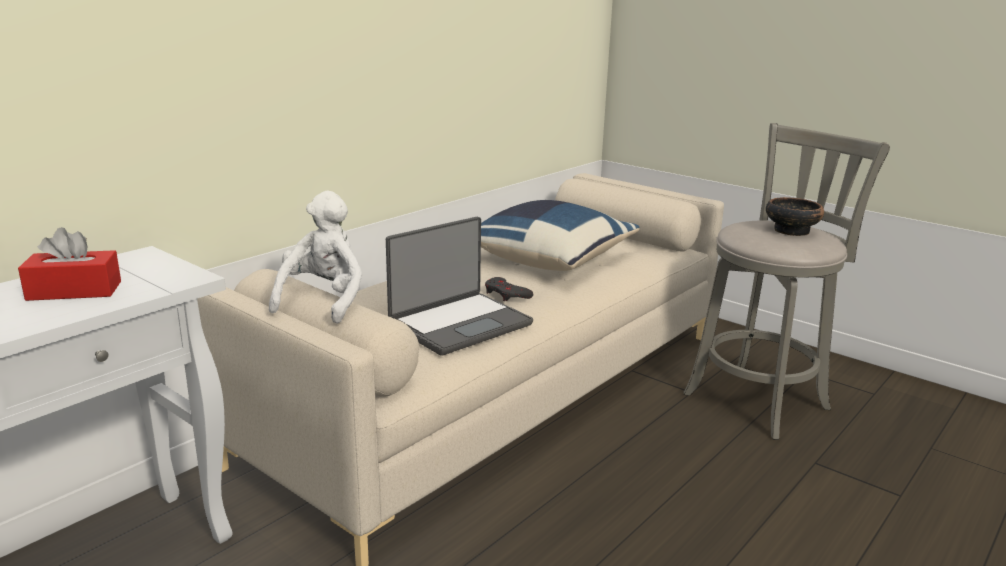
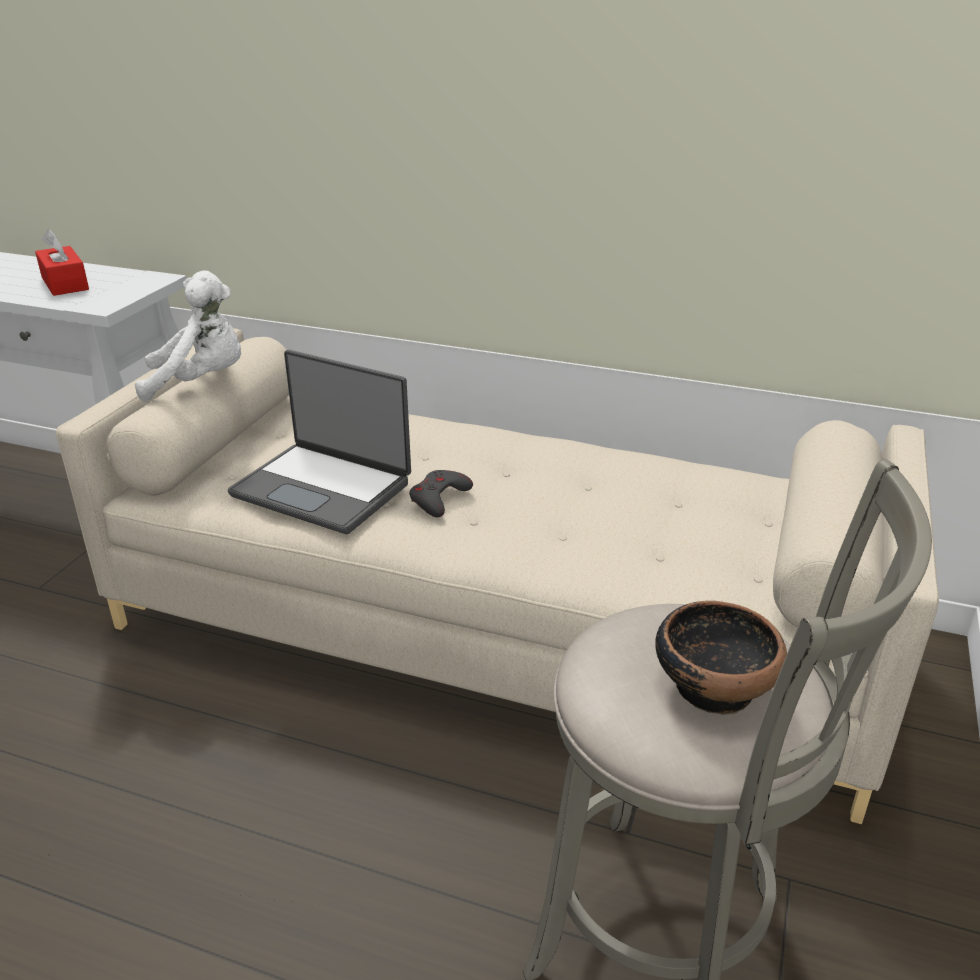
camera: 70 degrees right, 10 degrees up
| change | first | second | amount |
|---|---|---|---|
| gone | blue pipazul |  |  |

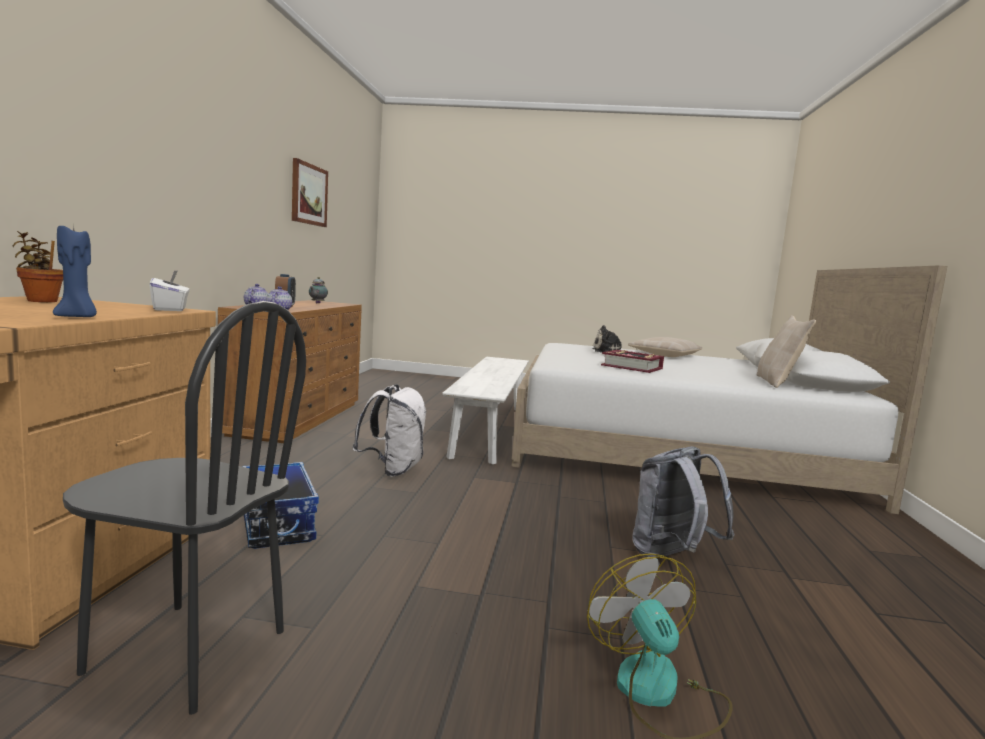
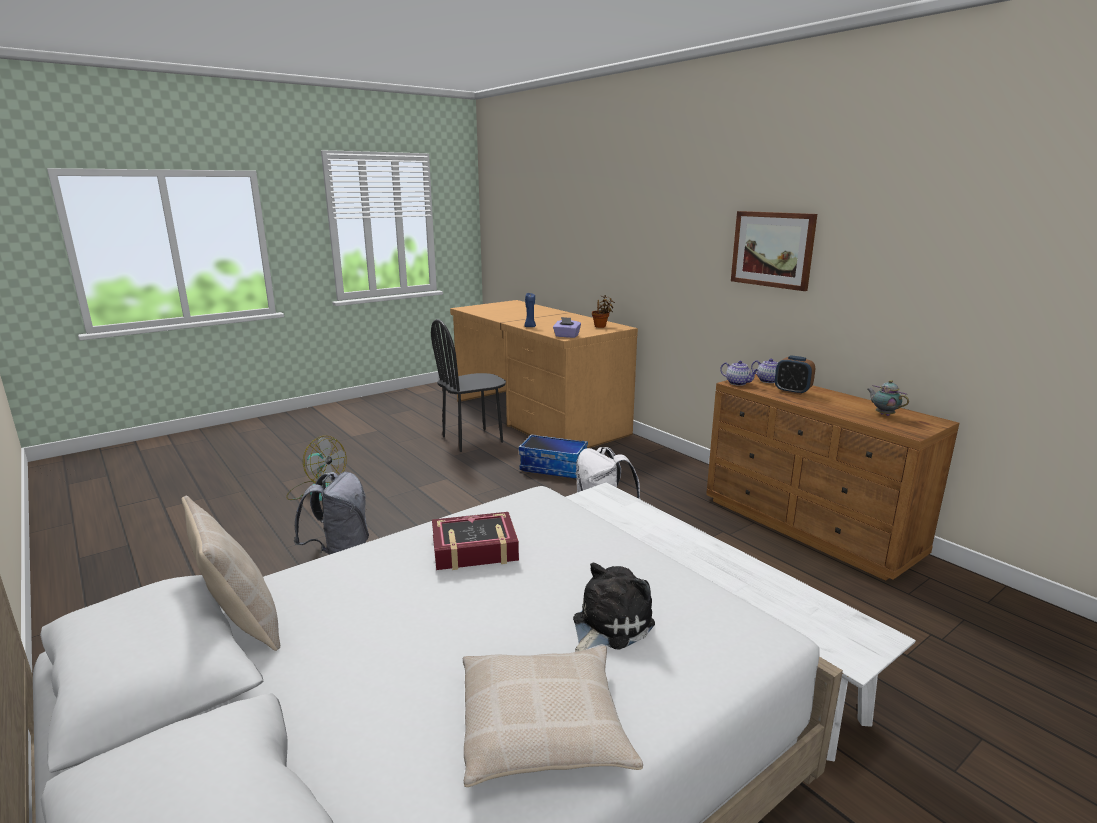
camera: 135 degrees right, 10 degrees up
| change | first | second | amount |
|---|---|---|---|
| repainted | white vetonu | purple vetonu |  |
| shifted | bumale |  |  |

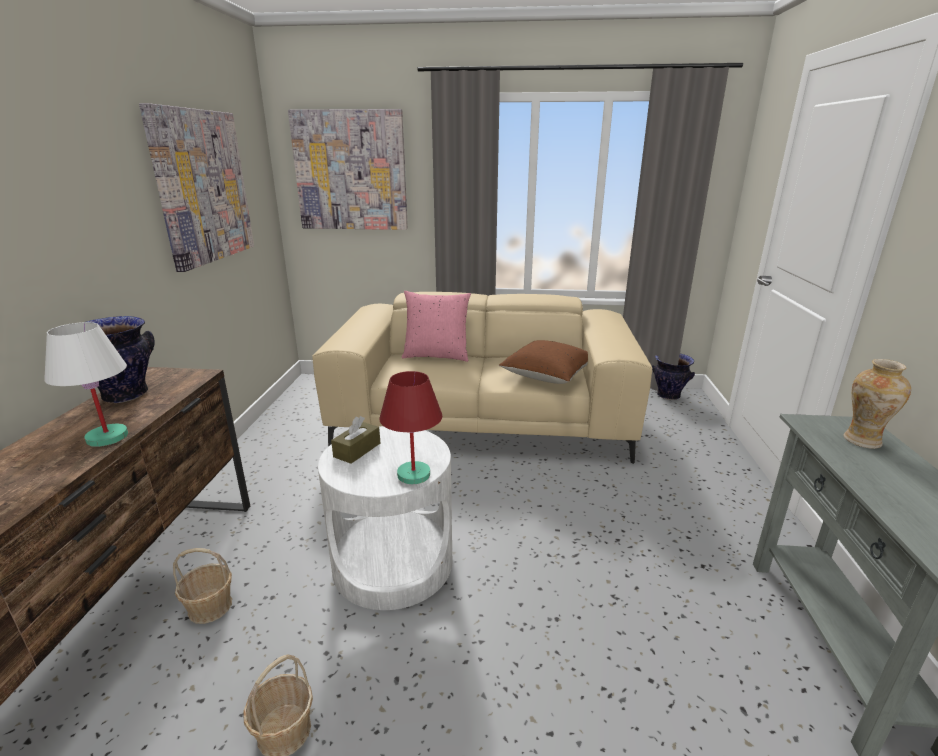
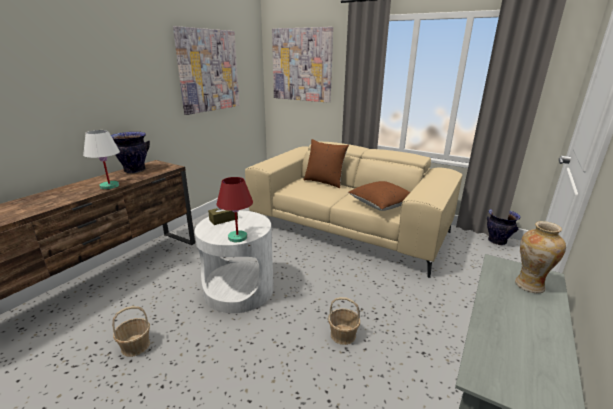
camera: 25 degrees right, 0 degrees up
| change | first | second | amount |
|---|---|---|---|
| repainted | pink pipazul | brown pipazul (no. 1 from left) |  |
| shifted | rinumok (no. 1 from left in the first image) | rinumok (no. 2 from left) |  |

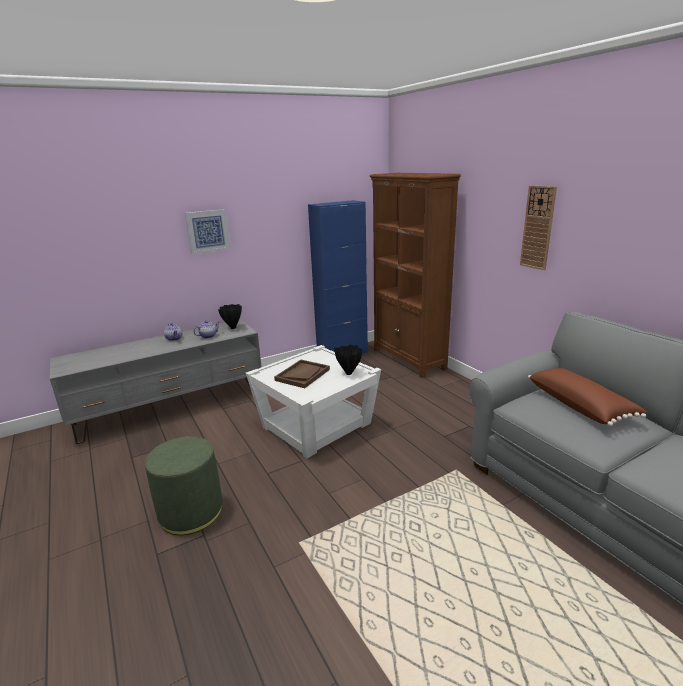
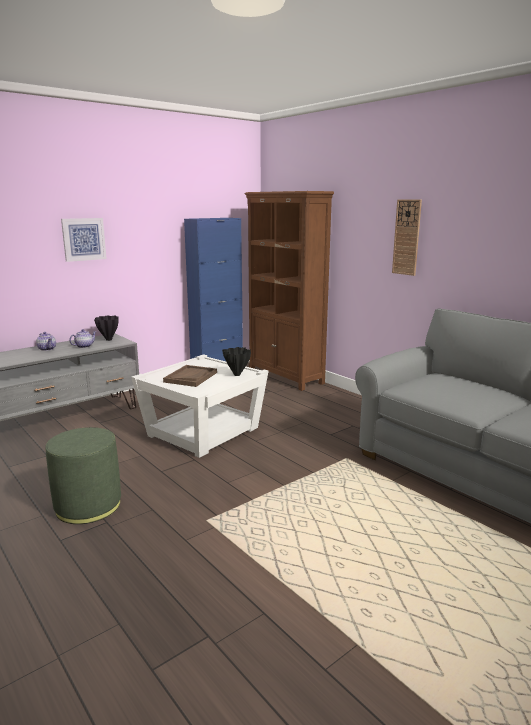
camera: 10 degrees left, 5 degrees down
| change | first | second | amount |
|---|---|---|---|
| gone | brown pipazul |  |  |

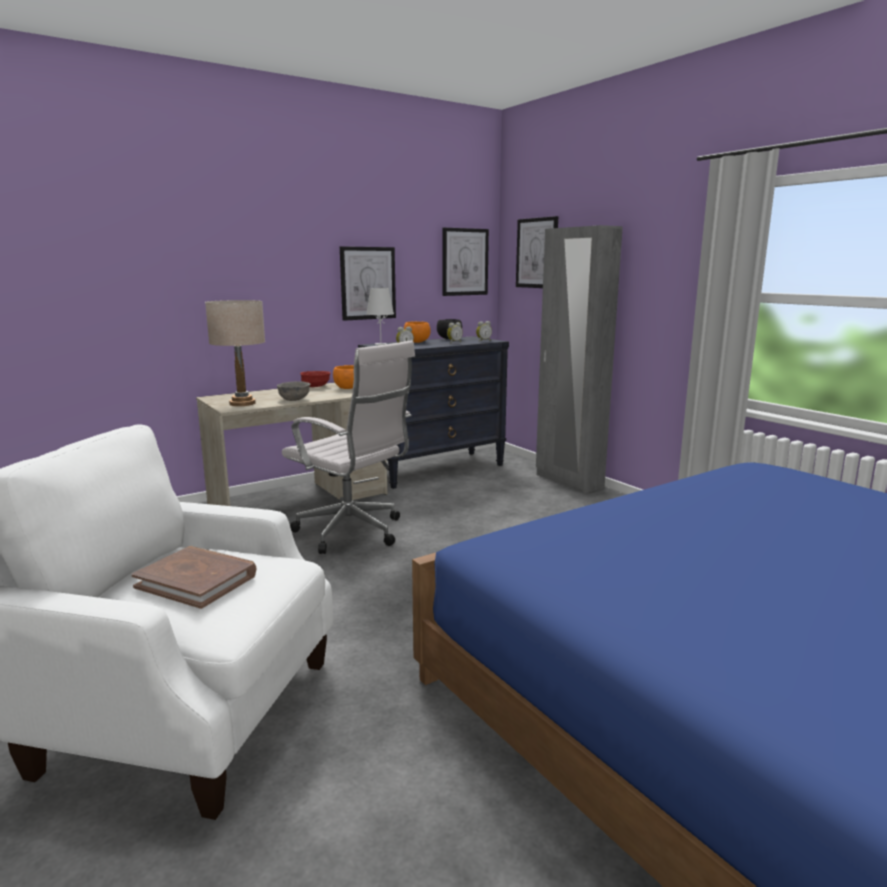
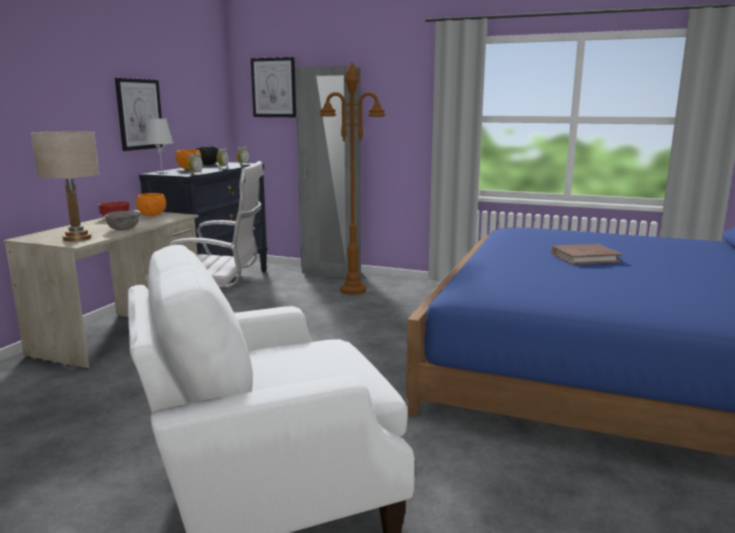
camera: 35 degrees left, 0 degrees up
| change | first | second | amount |
|---|---|---|---|
| new |  | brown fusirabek |  |
| shifted | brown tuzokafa |  |  |
| gone | bumale (no. 2 from left) |  |  |

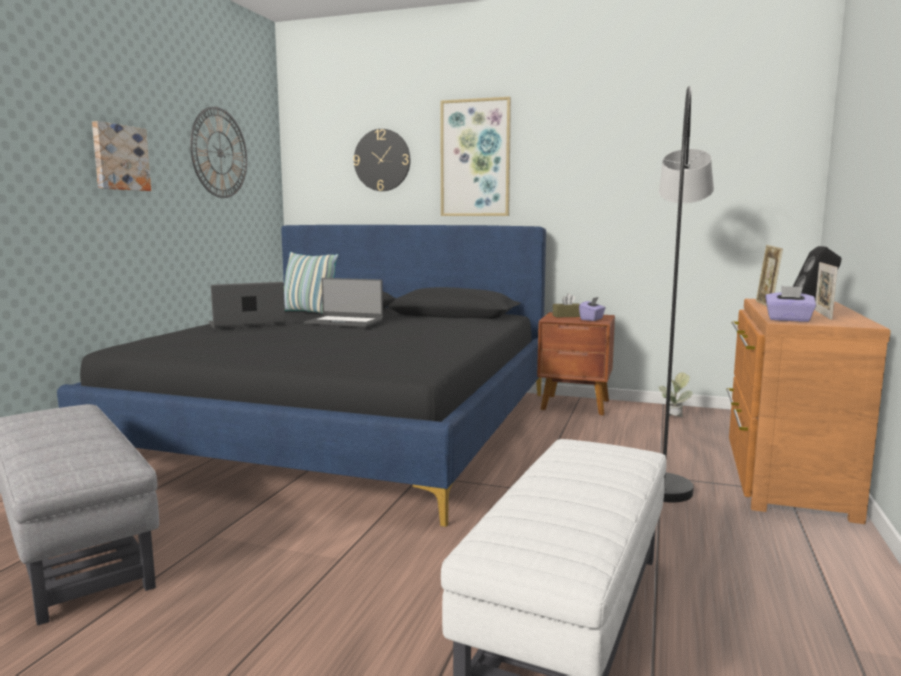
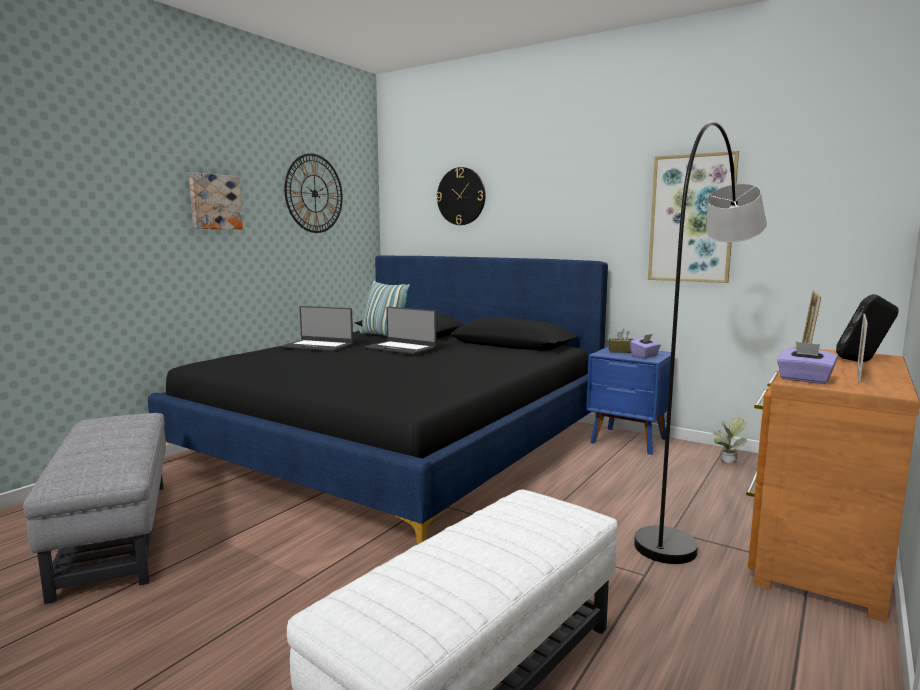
camera: 15 degrees right, 0 degrees up
| change | first | second | amount |
|---|---|---|---|
| rotated | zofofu (no. 1 from left) |  | 150 degrees counterclockwise |
| repainted | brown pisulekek | blue pisulekek |  |
| shifted | bumale (no. 2 from left) |  |  |

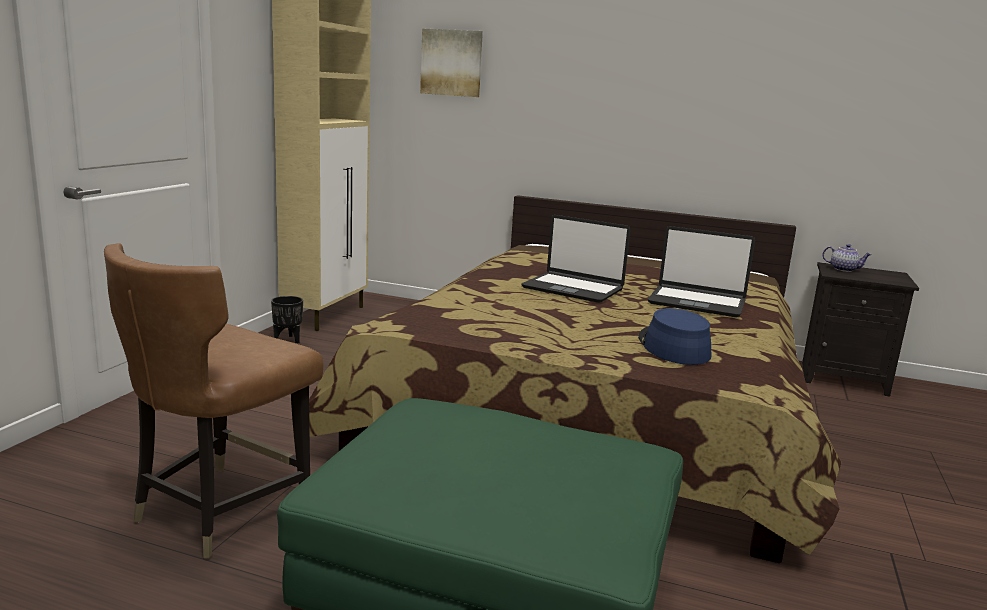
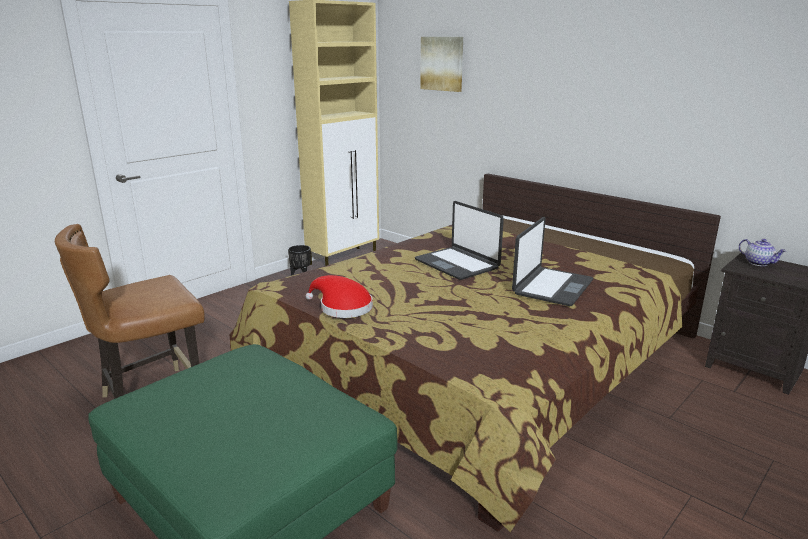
camera: 25 degrees right, 5 degrees up
| change | first | second | amount |
|---|---|---|---|
| new |  | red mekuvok |  |
| rotated | zofofu (no. 2 from left) |  | 105 degrees counterclockwise |
| gone | blue mekuvok |  |  |

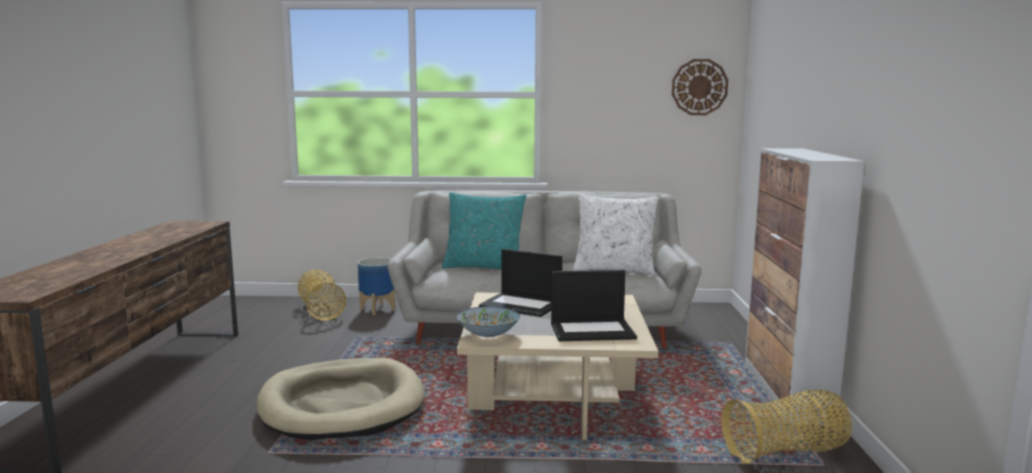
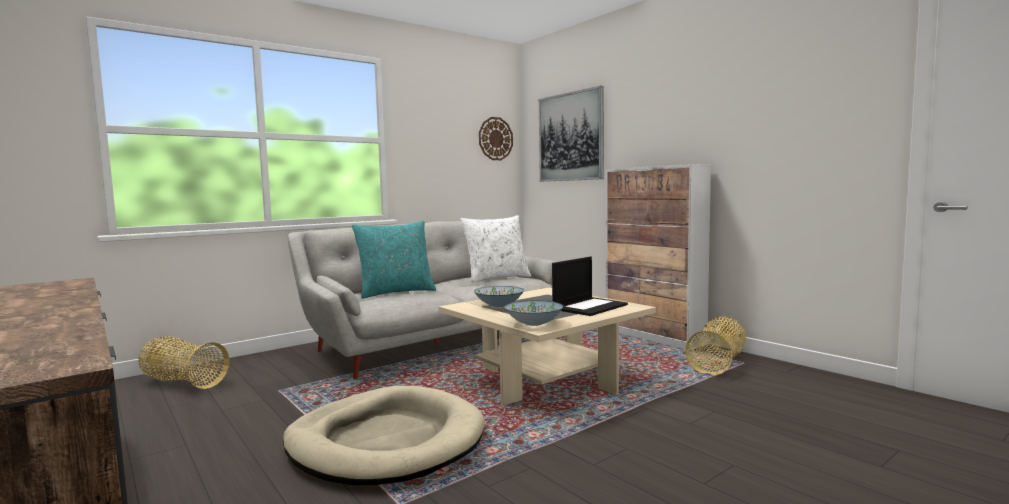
camera: 40 degrees left, 5 degrees down
| change | first | second | amount |
|---|---|---|---|
| swapped | zofofu (no. 1 from left) | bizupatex (no. 1 from left) |  |
| new |  | bumale |  |
| gone | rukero |  |  |

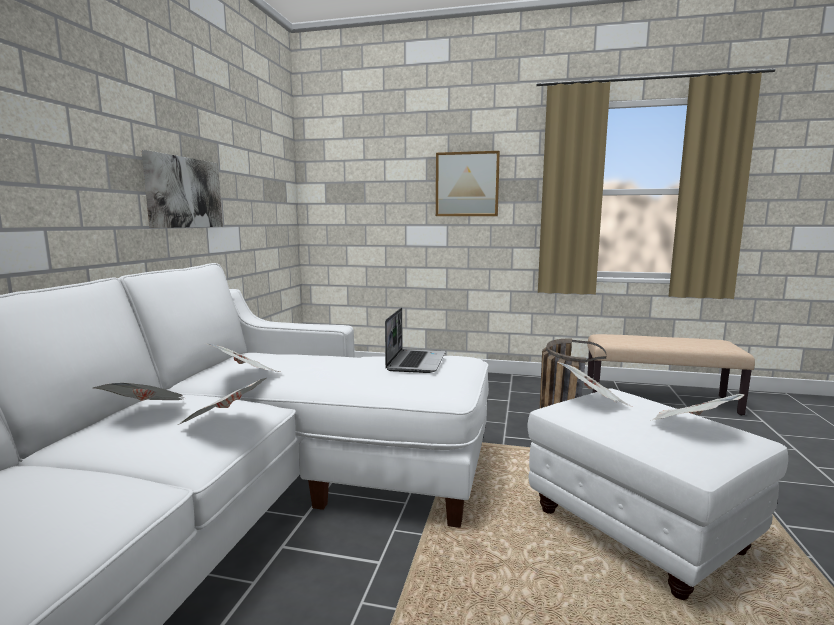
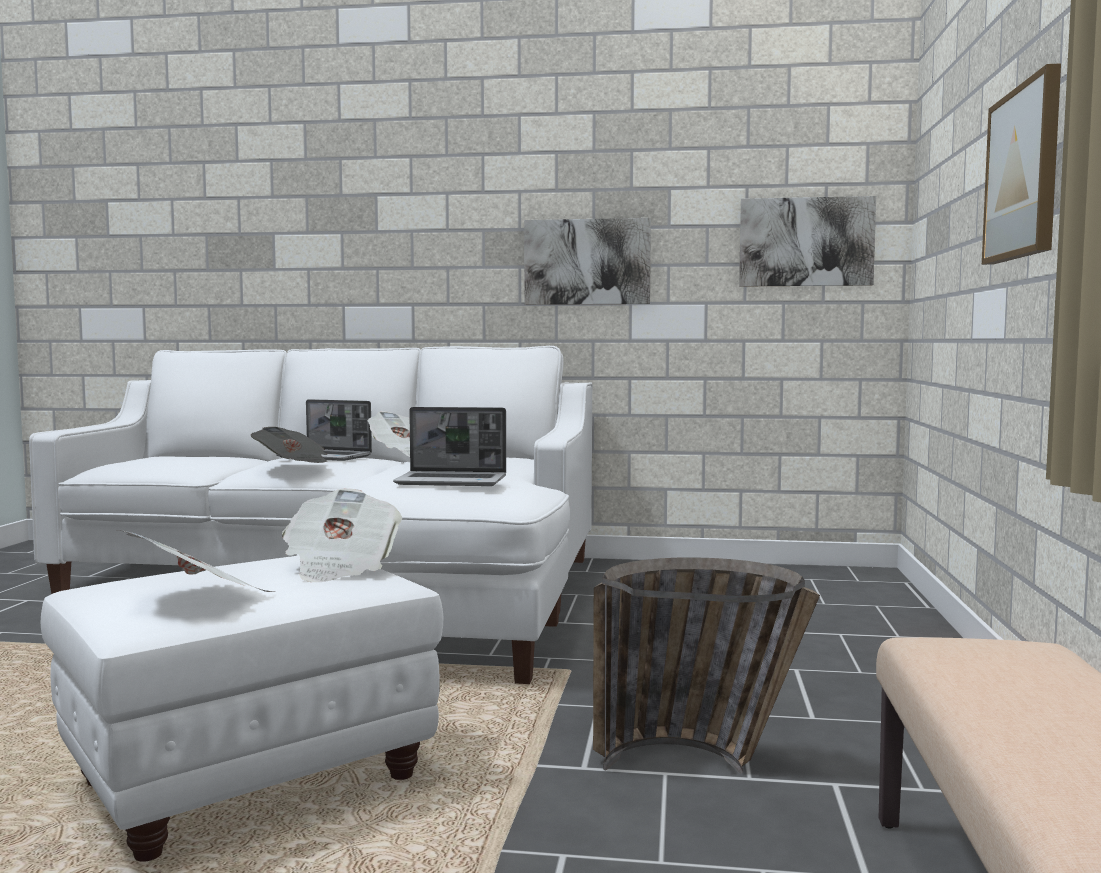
camera: 85 degrees right, 5 degrees down
| change | first | second | amount |
|---|---|---|---|
| swapped | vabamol (no. 1 from left) | zofofu (no. 1 from left) |  |
| new |  | bumale (no. 2 from left) |  |

